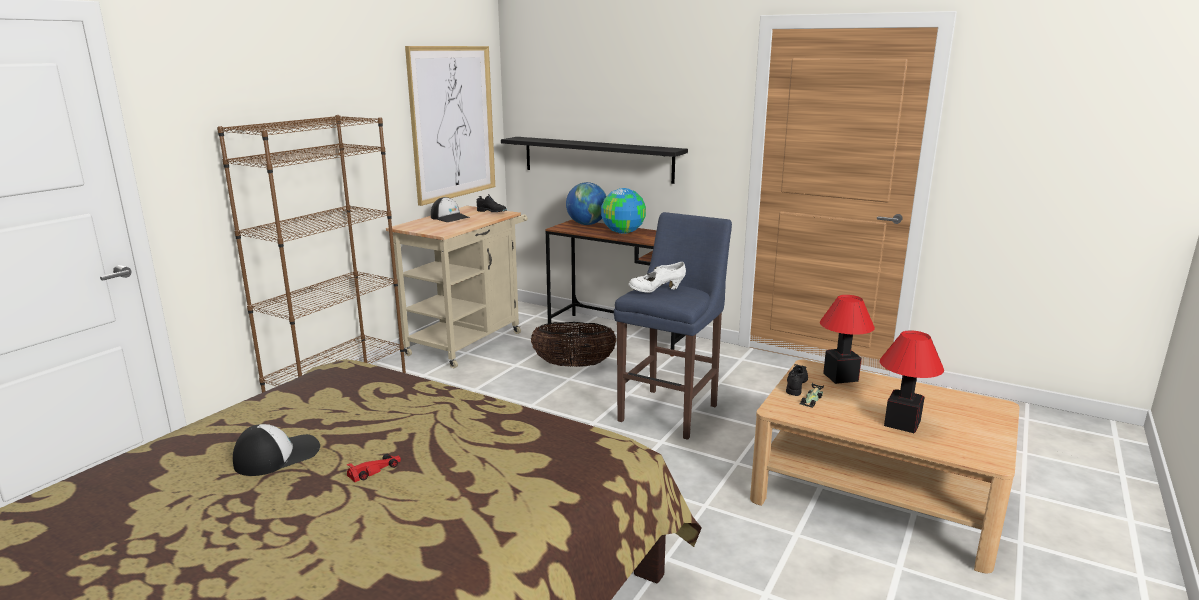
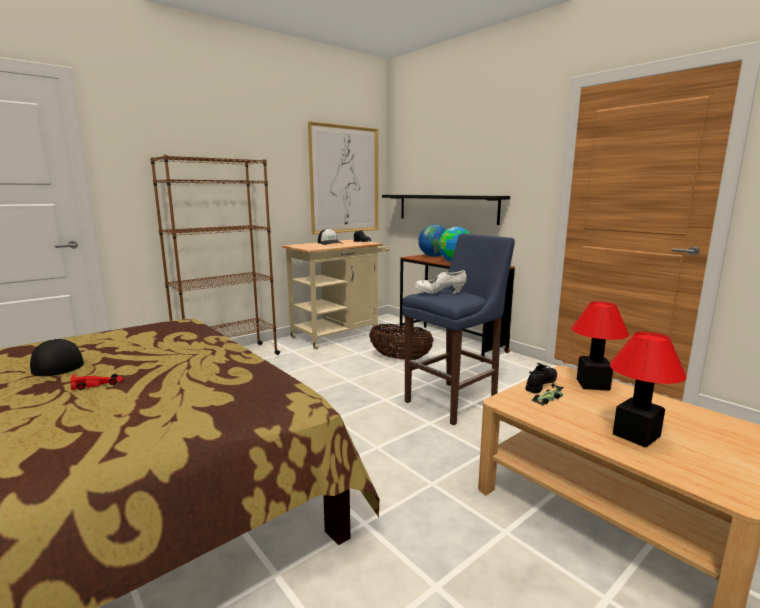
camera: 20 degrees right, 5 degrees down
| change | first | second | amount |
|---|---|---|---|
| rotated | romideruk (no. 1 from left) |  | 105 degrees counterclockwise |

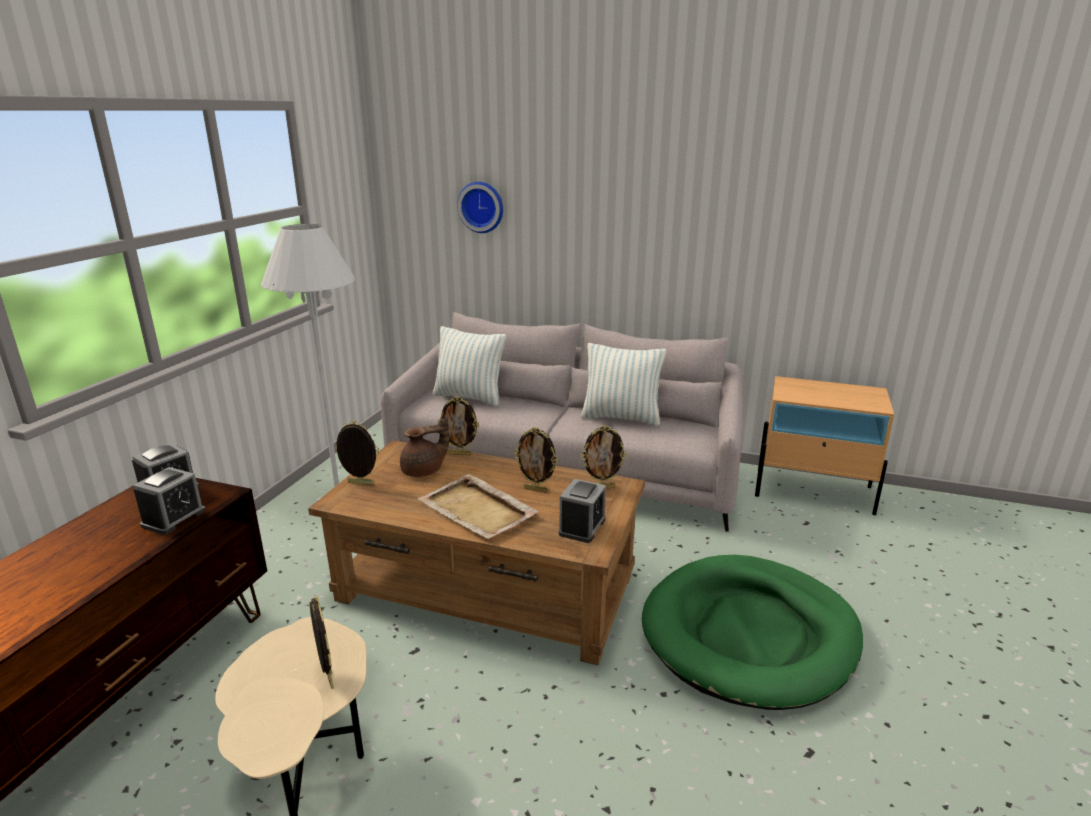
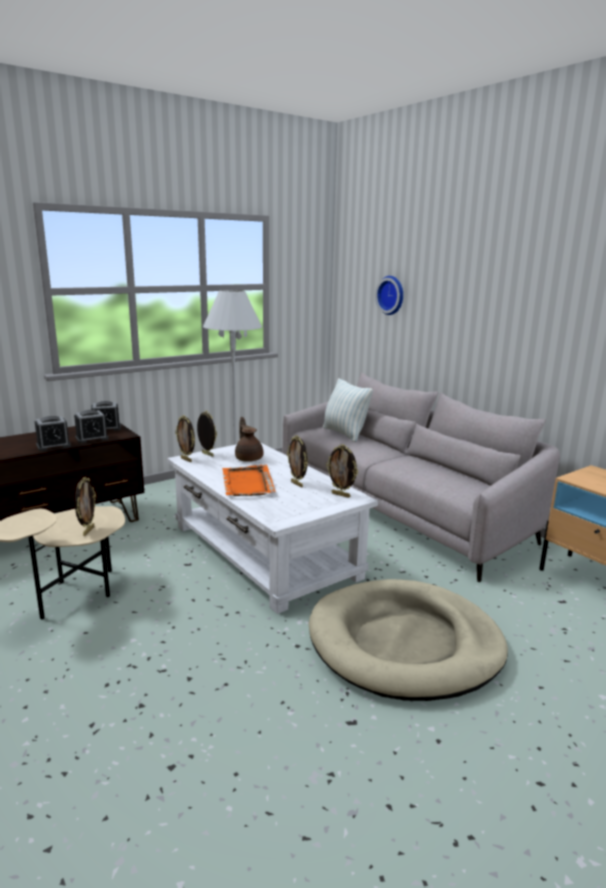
camera: 35 degrees right, 5 degrees down
| change | first | second | amount |
|---|---|---|---|
| shifted | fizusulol (no. 3 from left in the first image) | fizusulol (no. 1 from left) |  |
| repainted | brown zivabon | white zivabon |  |
| shifted | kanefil (no. 3 from left in the first image) | kanefil (no. 2 from left) |  |
| repainted | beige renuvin | orange renuvin |  |
| rotated | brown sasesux |  | 120 degrees counterclockwise |
| repainted | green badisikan | beige badisikan |  |
| gone | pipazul (no. 2 from left) |  |  |

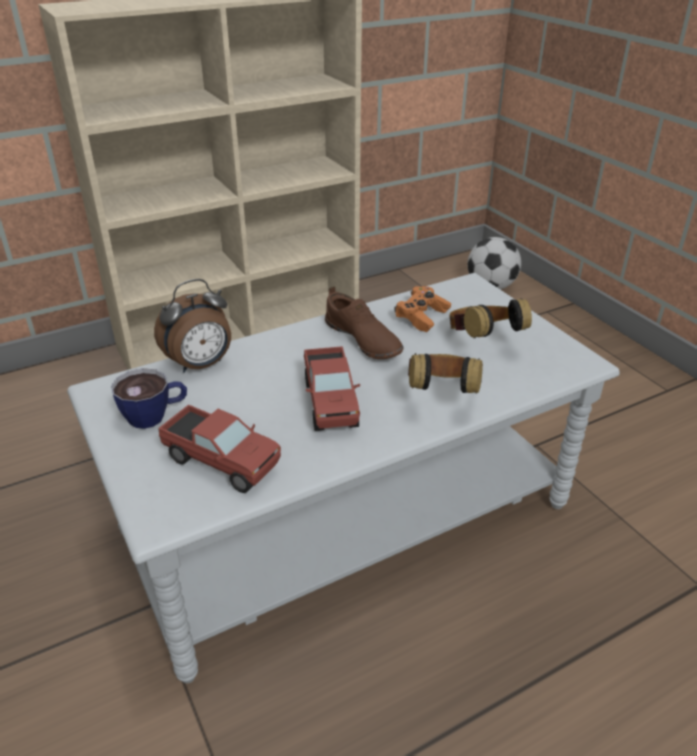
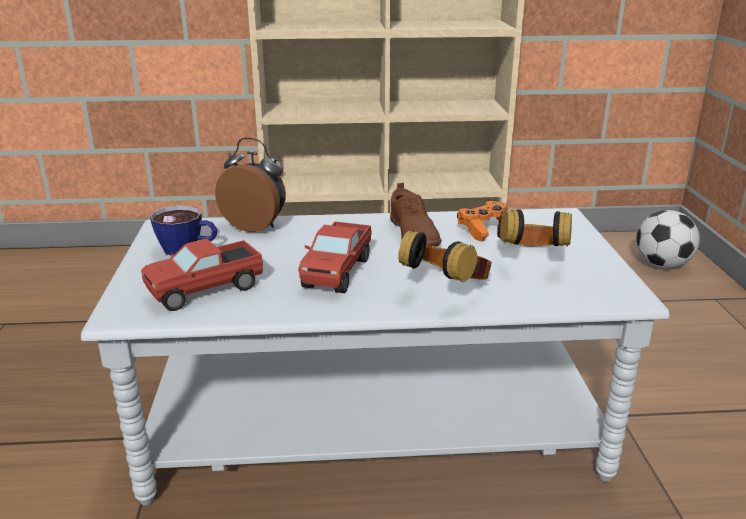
camera: 25 degrees right, 10 degrees down
| change | first | second | amount |
|---|---|---|---|
| rotated | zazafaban (no. 1 from left) |  | 90 degrees clockwise |
| rotated | fizusulol |  | 150 degrees counterclockwise |

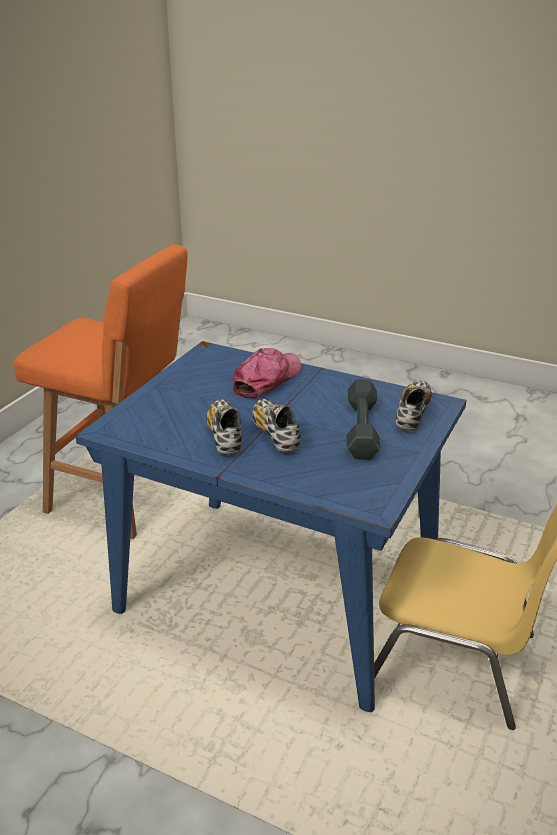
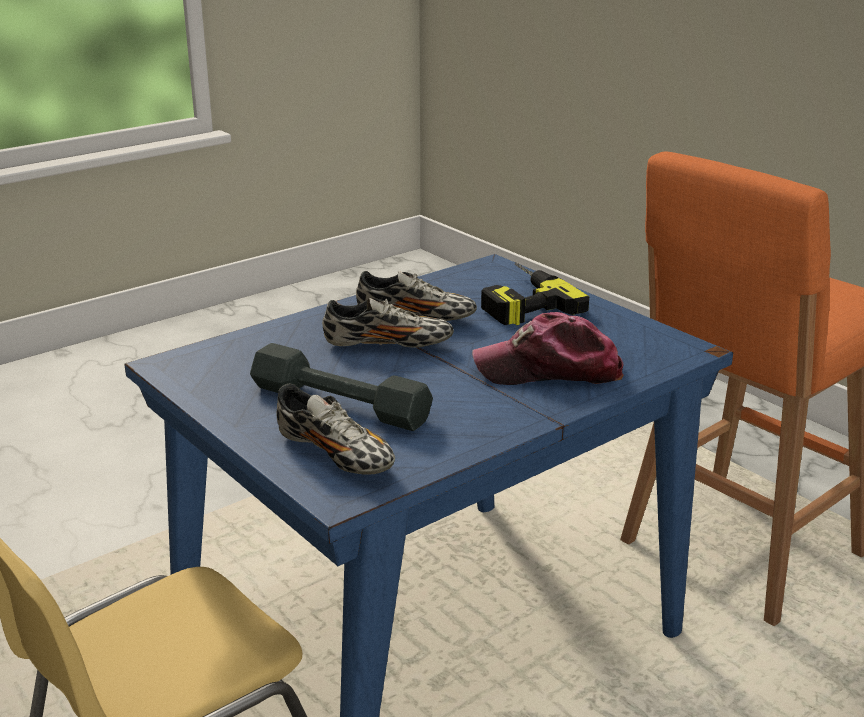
camera: 115 degrees right, 5 degrees down
| change | first | second | amount |
|---|---|---|---|
| rotated | romideruk |  | 120 degrees clockwise |
| new |  | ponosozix |  |

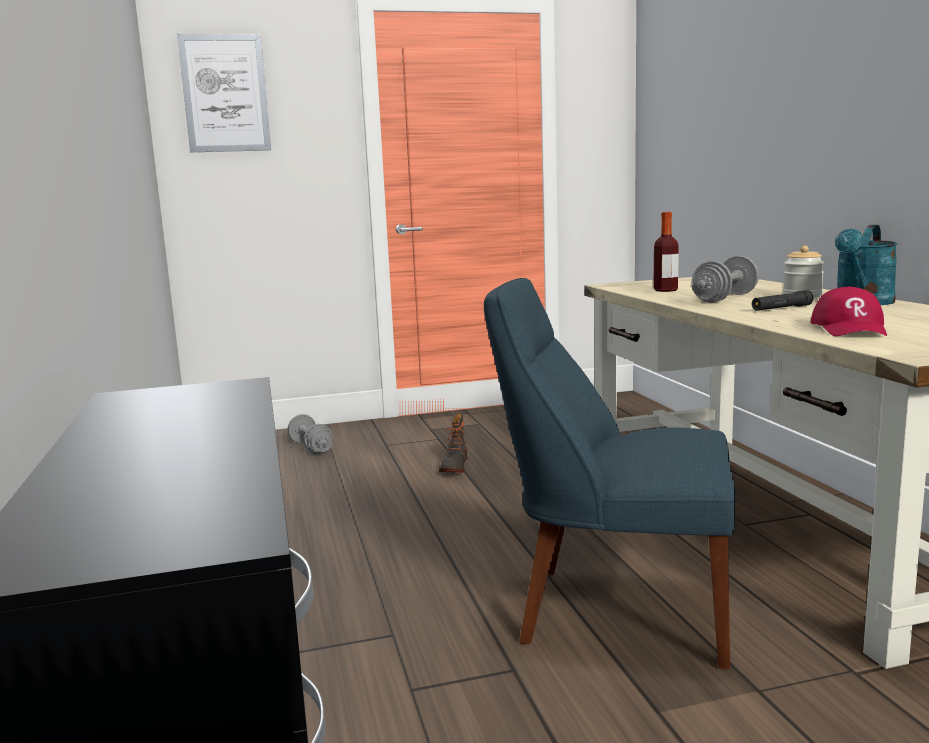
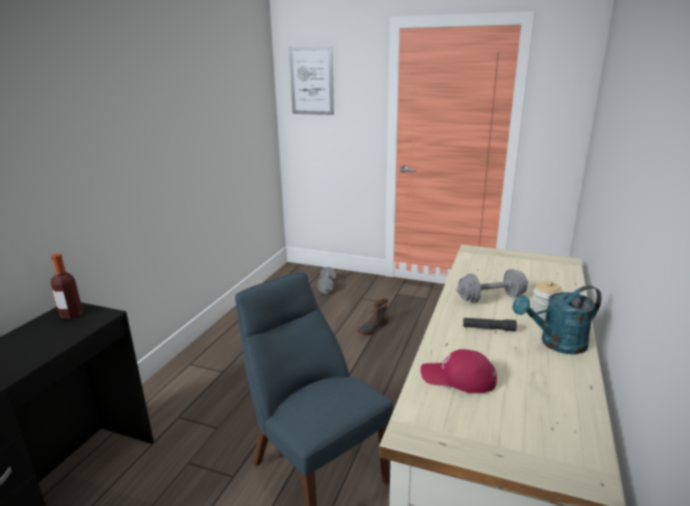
camera: 35 degrees right, 10 degrees up
| change | first | second | amount |
|---|---|---|---|
| shifted | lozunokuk |  |  |
| rotated | red romideruk |  | 60 degrees clockwise |

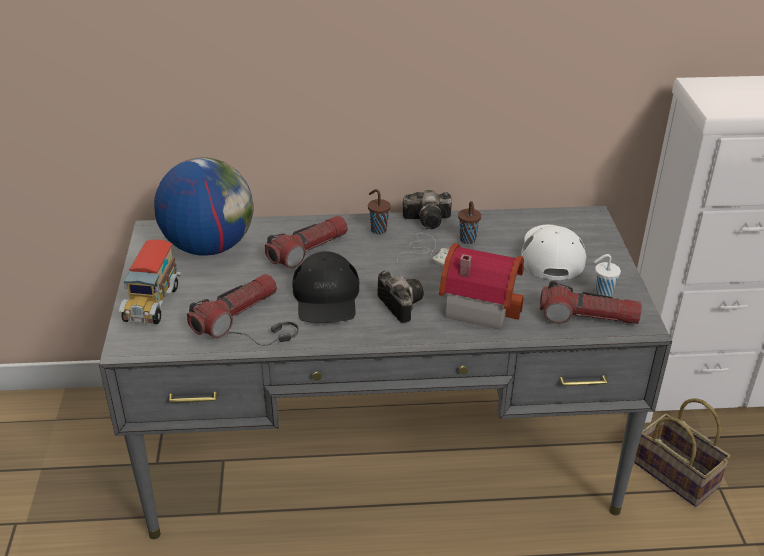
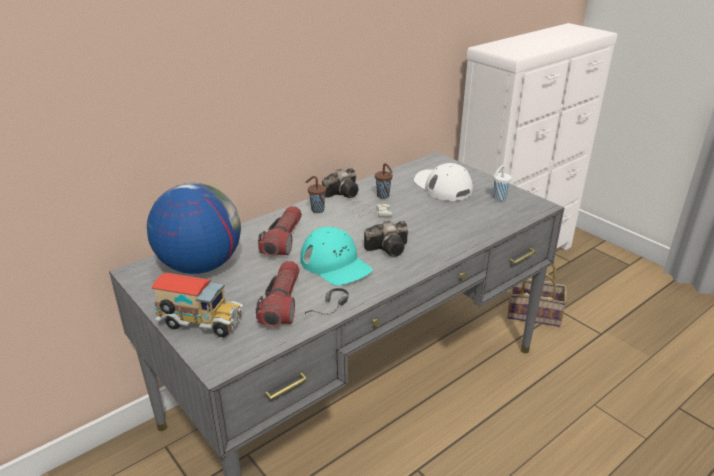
camera: 35 degrees left, 5 degrees down
| change | first | second | amount |
|---|---|---|---|
| rotated | zazafaban |  | 45 degrees counterclockwise |
| repainted | black romideruk | turquoise romideruk |  |
| rotated | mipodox (no. 1 from left in the first image) | mipodox (no. 2 from left) | 135 degrees clockwise |
| gone | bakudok |  |  |
| gone | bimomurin (no. 3 from left) |  |  |

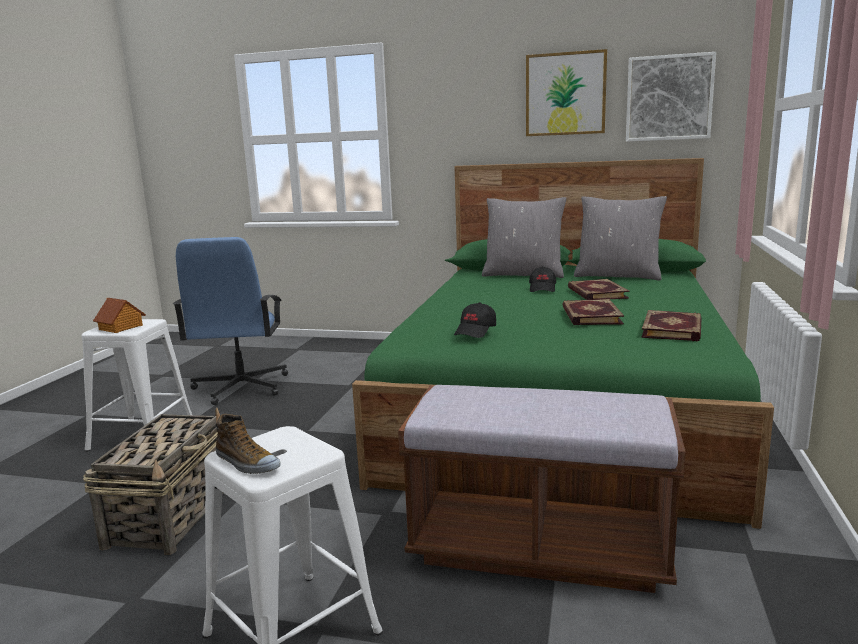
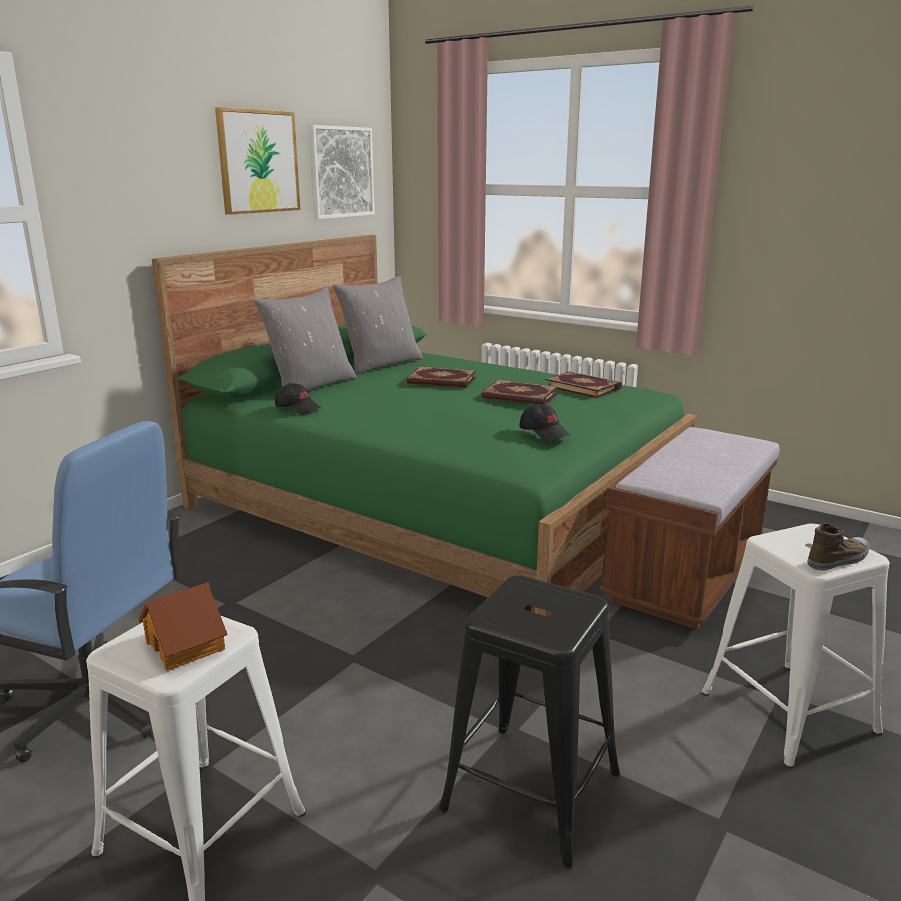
camera: 70 degrees left, 5 degrees up
| change | first | second | amount |
|---|---|---|---|
| shifted | black romideruk (no. 2 from left in the first image) | black romideruk (no. 1 from left) |  |
| swapped | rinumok | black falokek |  |

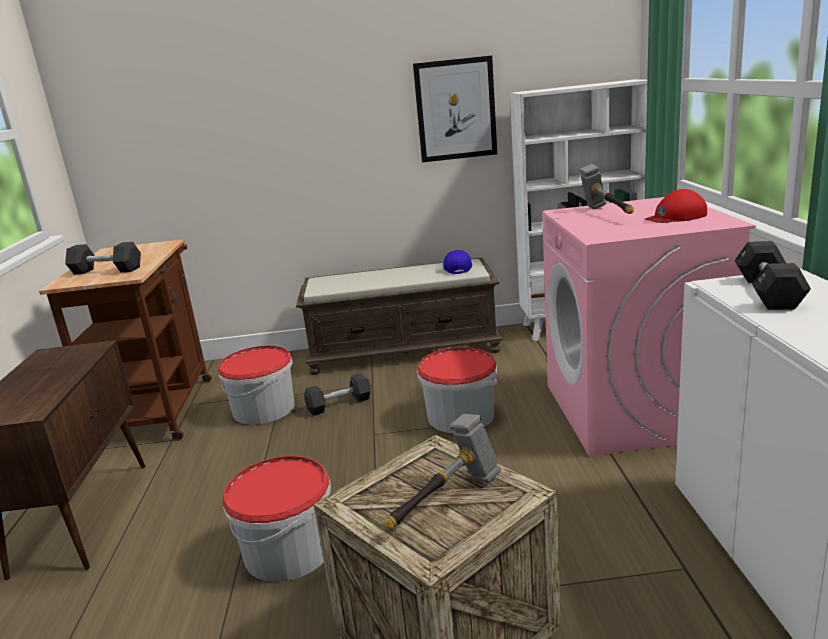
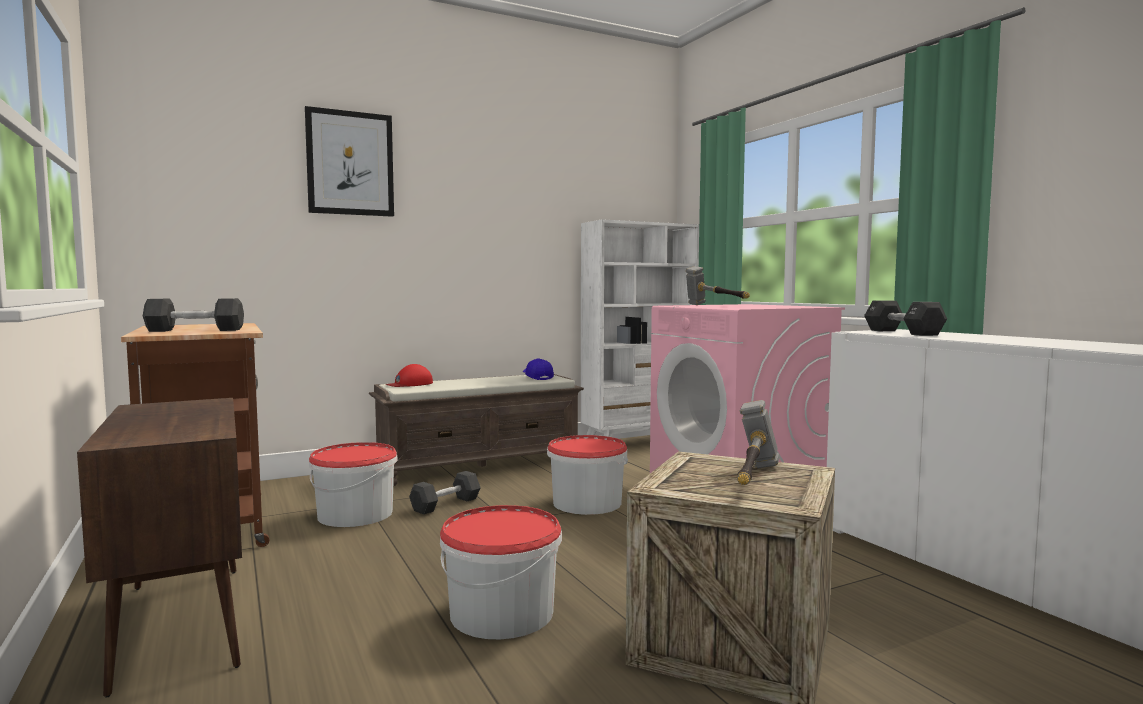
camera: 25 degrees left, 15 degrees down
| change | first | second | amount |
|---|---|---|---|
| shifted | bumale |  |  |
| shifted | red romideruk |  |  |

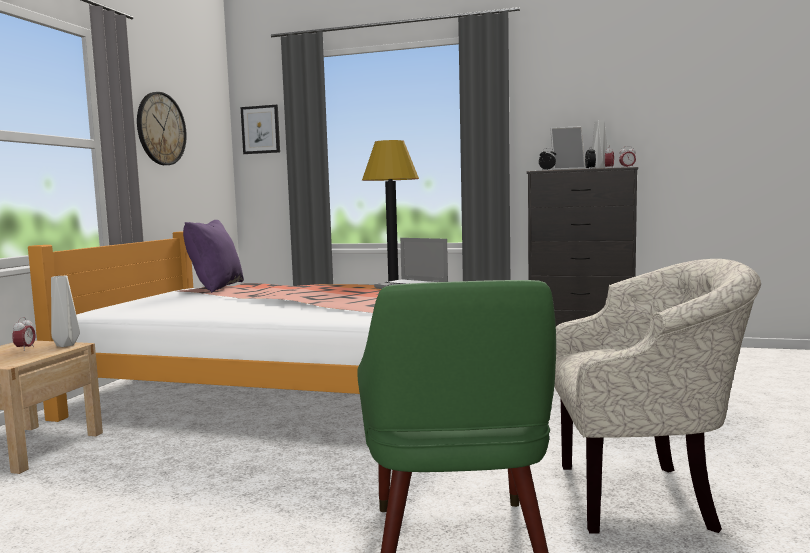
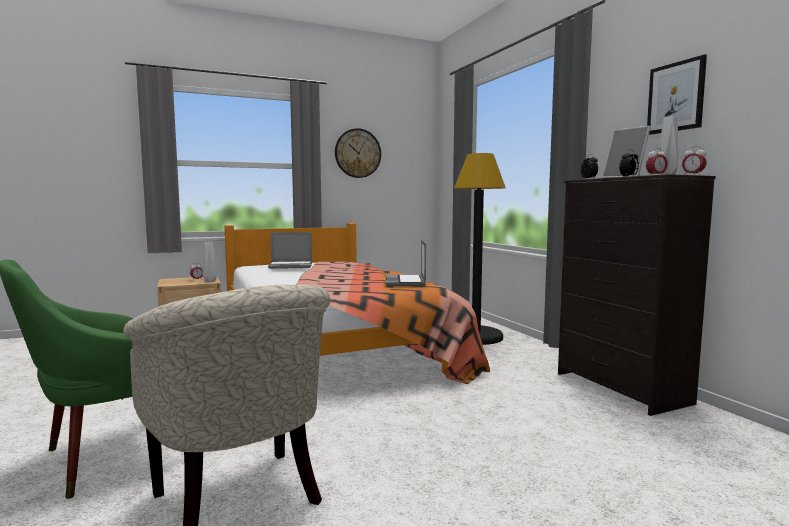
camera: 50 degrees right, 0 degrees up
| change | first | second | amount |
|---|---|---|---|
| new |  | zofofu (no. 1 from left) |  |
| shifted | bumale |  |  |
| gone | purple pipazul |  |  |

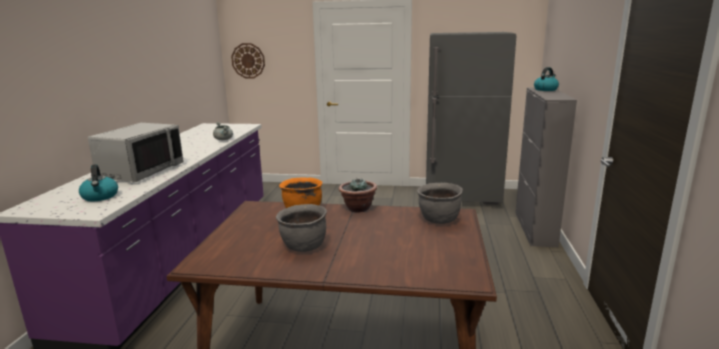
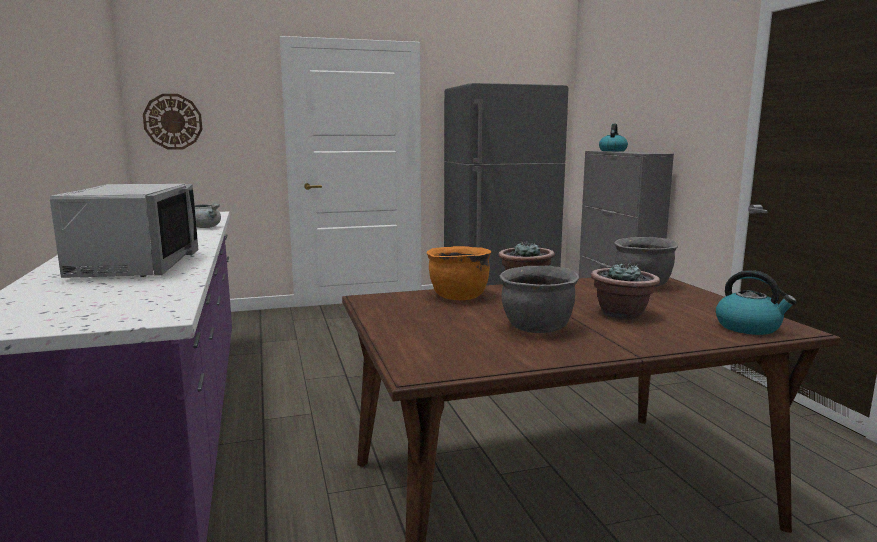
camera: 25 degrees left, 5 degrees down
| change | first | second | amount |
|---|---|---|---|
| new |  | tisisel (no. 2 from left) |  |
| shifted | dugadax (no. 1 from left in the first image) | dugadax (no. 2 from left) |  |

